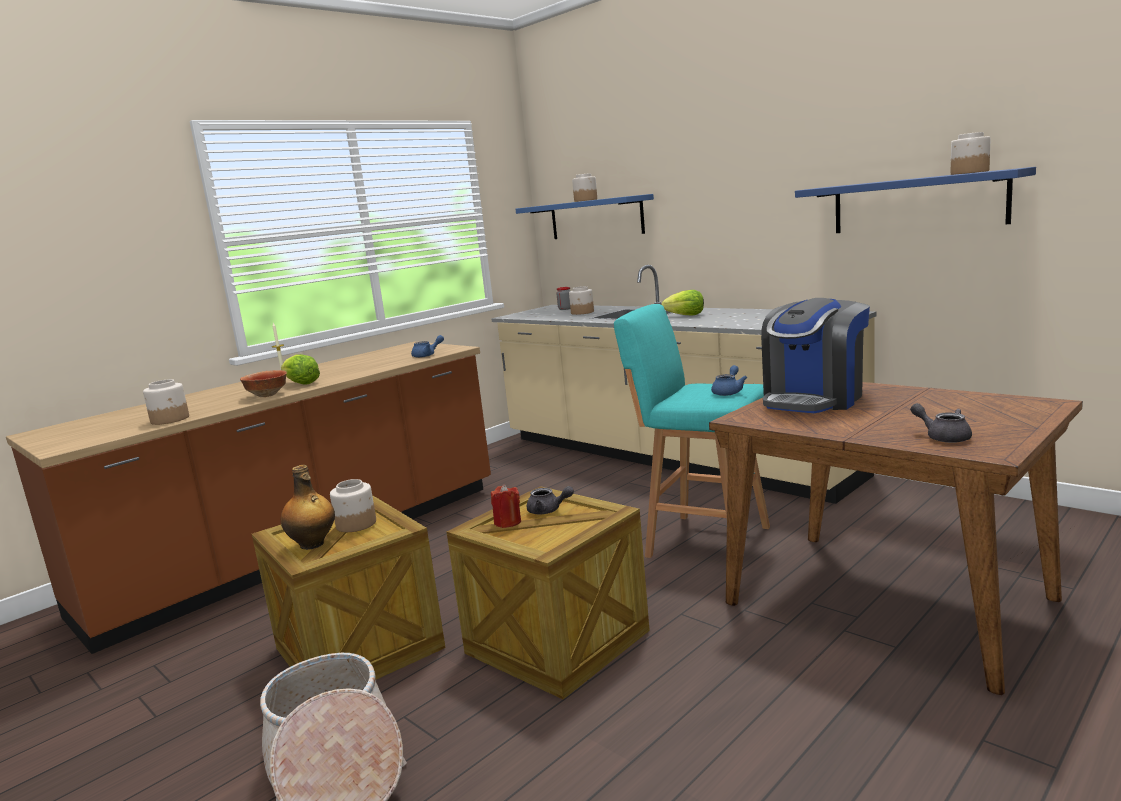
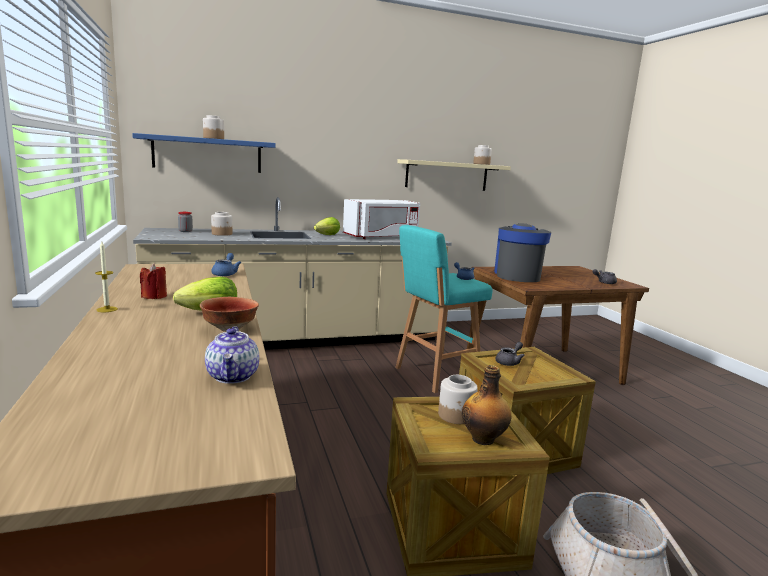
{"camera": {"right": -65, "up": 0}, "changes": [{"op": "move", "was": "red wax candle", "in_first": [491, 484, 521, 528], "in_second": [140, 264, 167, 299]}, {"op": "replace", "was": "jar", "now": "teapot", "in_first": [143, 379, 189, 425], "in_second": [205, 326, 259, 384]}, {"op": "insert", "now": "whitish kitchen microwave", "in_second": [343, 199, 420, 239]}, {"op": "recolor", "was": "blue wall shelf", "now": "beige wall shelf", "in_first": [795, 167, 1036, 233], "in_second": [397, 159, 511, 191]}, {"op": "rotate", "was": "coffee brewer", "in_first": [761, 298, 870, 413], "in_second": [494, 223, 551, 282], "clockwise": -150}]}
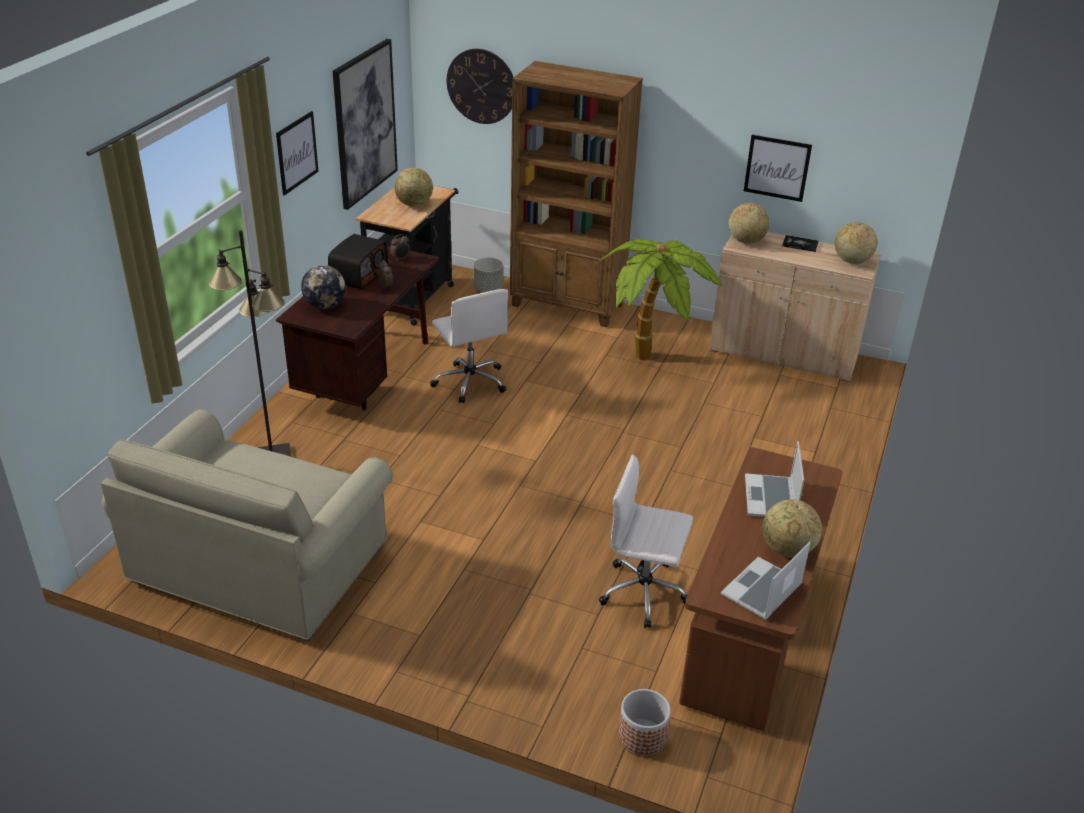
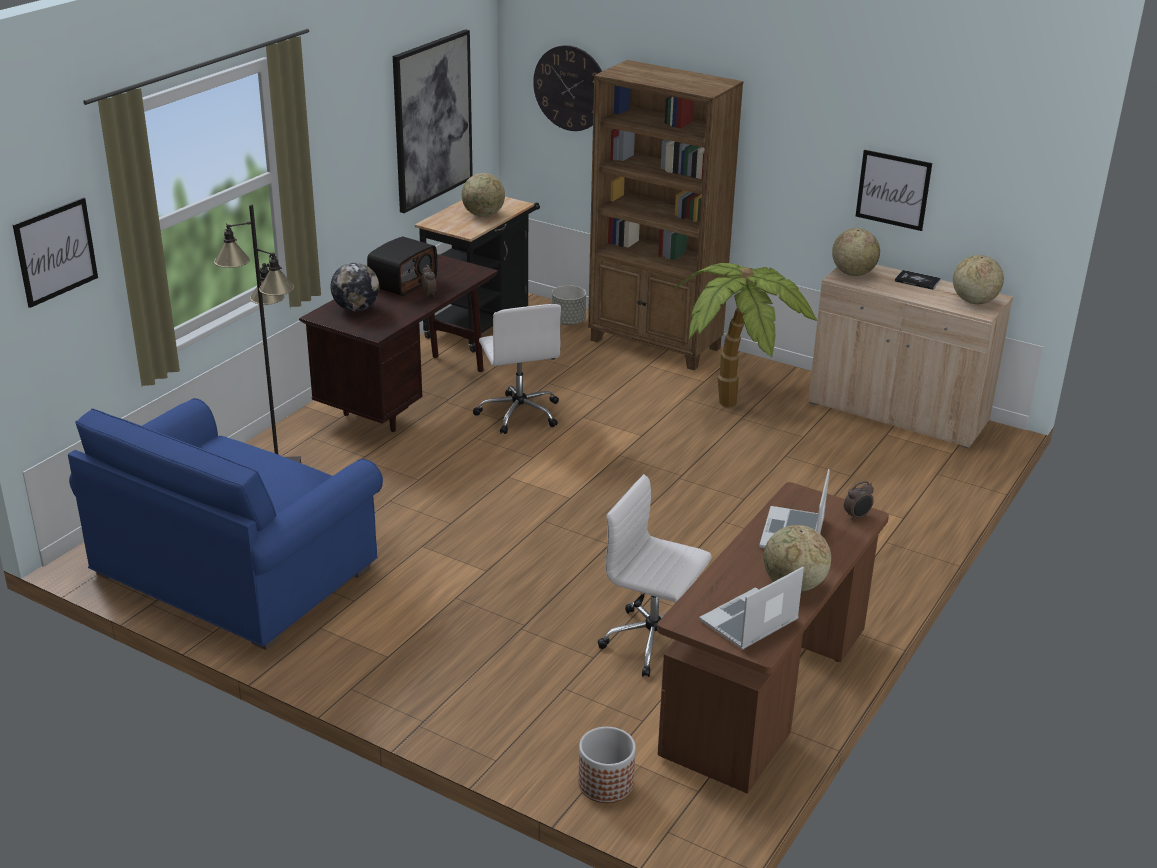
{"camera": {"right": 10, "up": -5}, "changes": [{"op": "move", "was": "wall picture", "in_first": [276, 111, 319, 195], "in_second": [13, 197, 98, 308]}, {"op": "recolor", "was": "beige settee", "now": "blue settee", "in_first": [101, 409, 393, 642], "in_second": [68, 398, 383, 650]}, {"op": "move", "was": "alarm clock", "in_first": [390, 234, 410, 260], "in_second": [844, 481, 874, 521]}]}
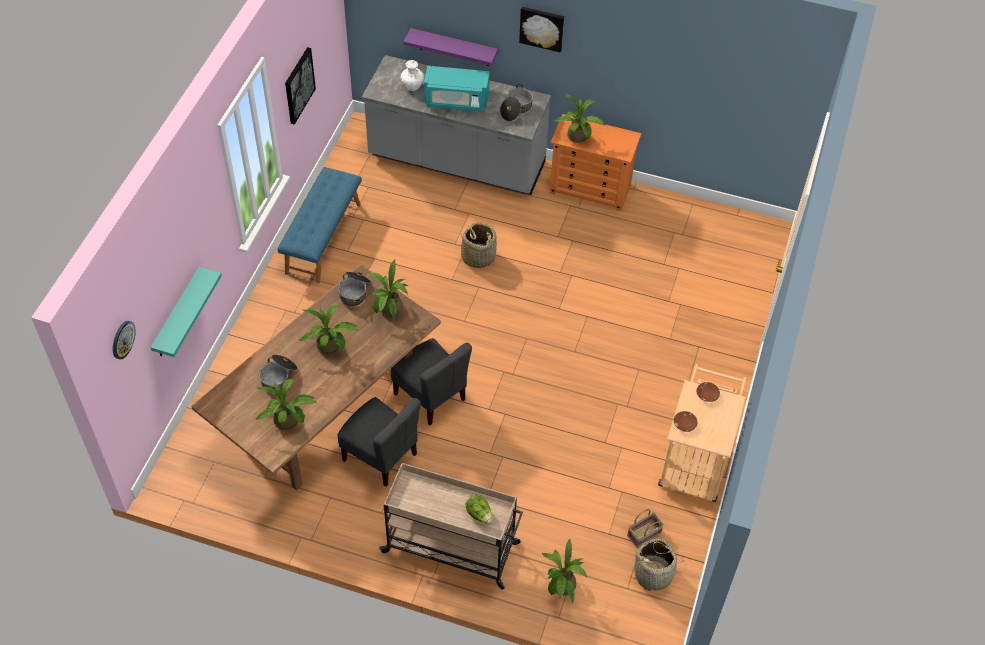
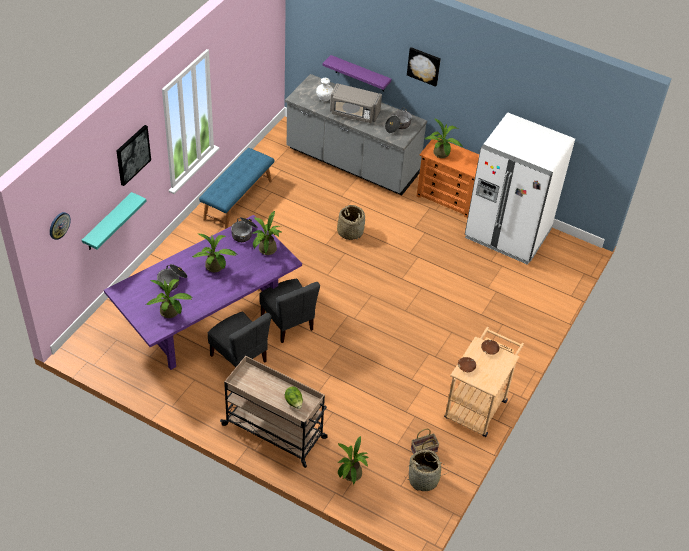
{"camera": {"right": 10, "up": -5}, "changes": [{"op": "recolor", "was": "brown-coloured dinner table", "now": "purplish dinner table", "in_first": [191, 264, 441, 490], "in_second": [104, 215, 302, 370]}, {"op": "move", "was": "wall picture", "in_first": [285, 47, 316, 125], "in_second": [116, 125, 151, 186]}, {"op": "recolor", "was": "turquoise-coloured kitchen microwave", "now": "greyish kitchen microwave", "in_first": [424, 66, 490, 112], "in_second": [330, 83, 382, 123]}, {"op": "insert", "now": "whitish kitchen fridge", "in_second": [465, 112, 575, 265]}]}
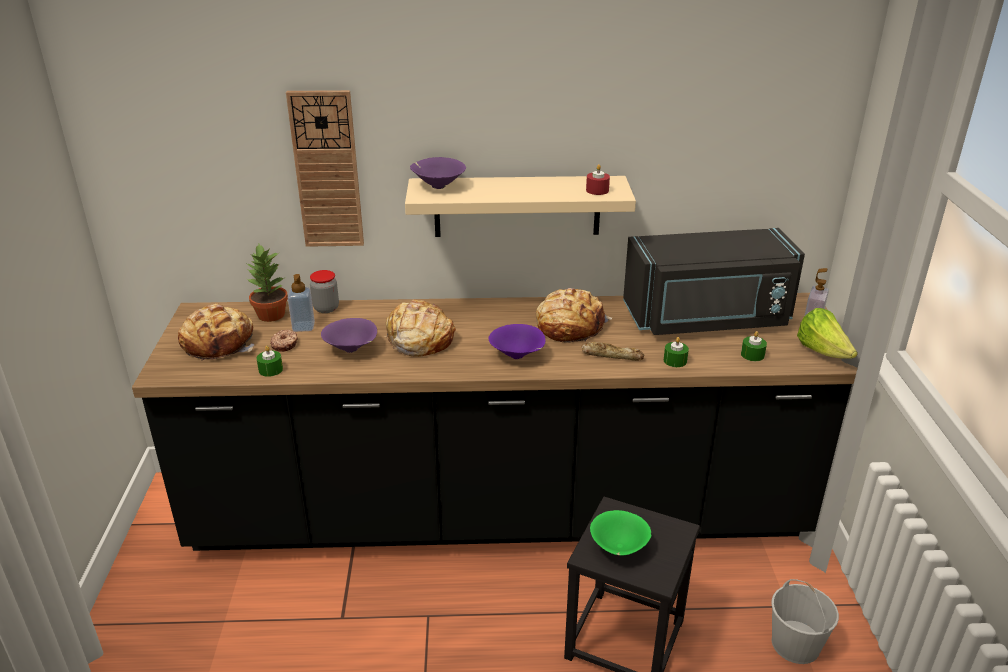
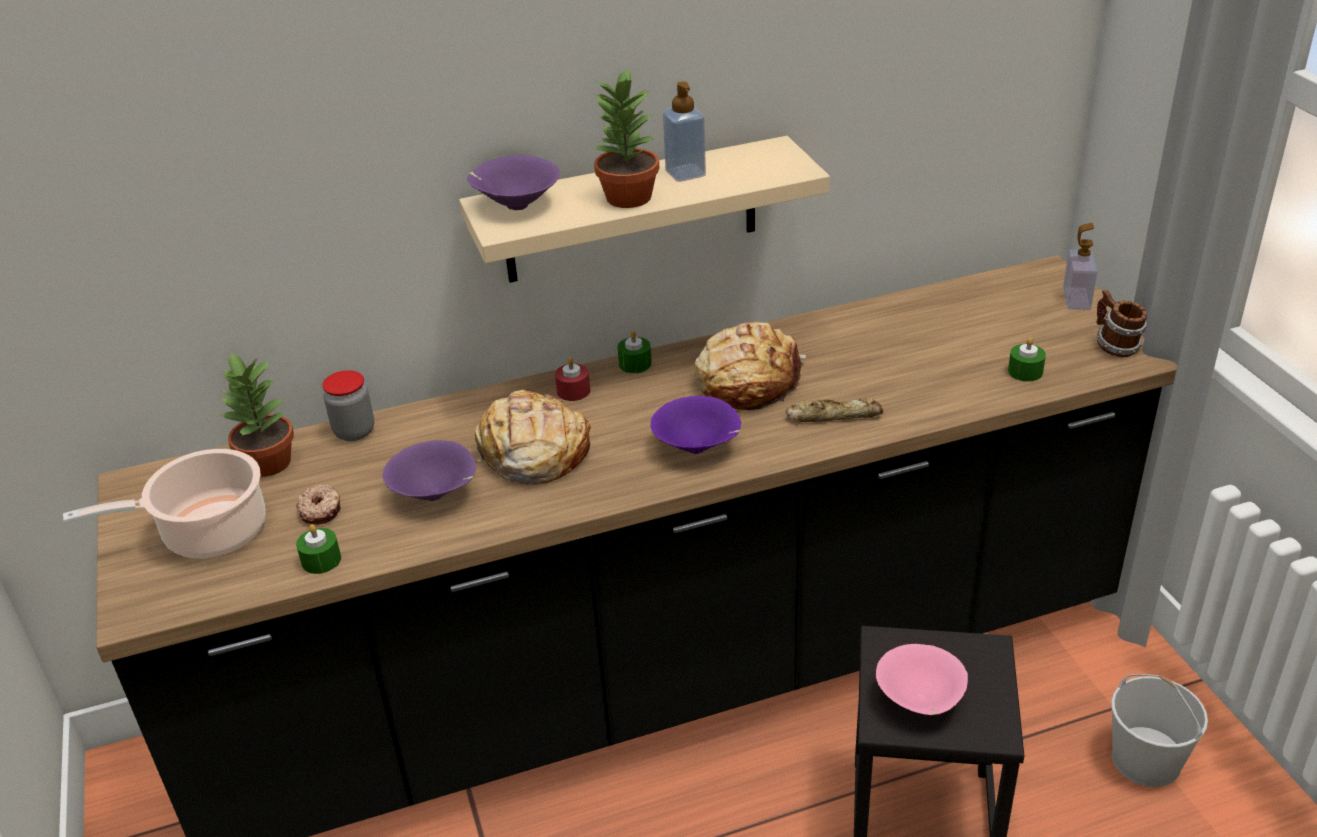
{"camera": {"right": -15, "up": 5}, "changes": [{"op": "replace", "was": "baked bread", "now": "cooking pot", "in_first": [178, 303, 255, 361], "in_second": [63, 449, 266, 558]}, {"op": "move", "was": "red wax candle", "in_first": [586, 164, 610, 195], "in_second": [555, 357, 590, 401]}, {"op": "insert", "now": "houseplant", "in_second": [593, 67, 659, 208]}, {"op": "move", "was": "greenish wax candle", "in_first": [664, 337, 689, 367], "in_second": [618, 331, 652, 373]}, {"op": "move", "was": "liquid soap bottle", "in_first": [288, 274, 315, 332], "in_second": [663, 81, 706, 182]}, {"op": "recolor", "was": "greenish serving bowl", "now": "pink serving bowl", "in_first": [590, 510, 651, 556], "in_second": [876, 644, 968, 715]}, {"op": "replace", "was": "head of lettuce", "now": "coffee mug", "in_first": [797, 308, 858, 359], "in_second": [1096, 289, 1148, 357]}, {"op": "delete", "was": "hanging clock", "in_first": [286, 90, 364, 247]}, {"op": "delete", "was": "black kitchen microwave", "in_first": [623, 228, 805, 335]}]}
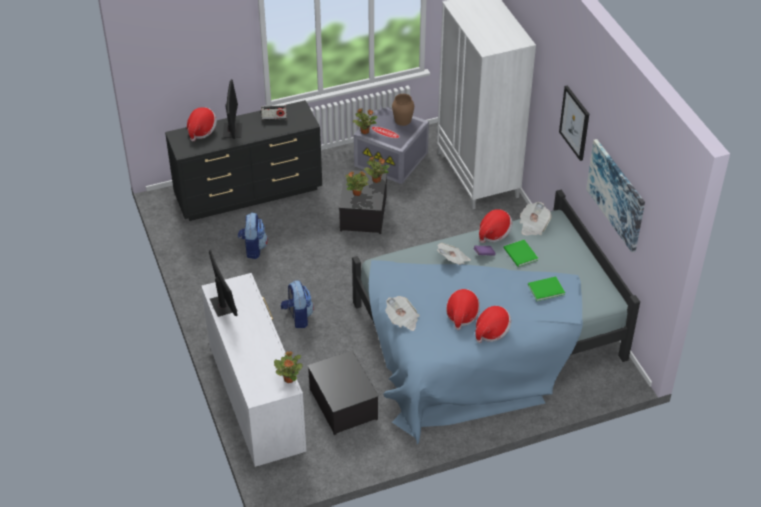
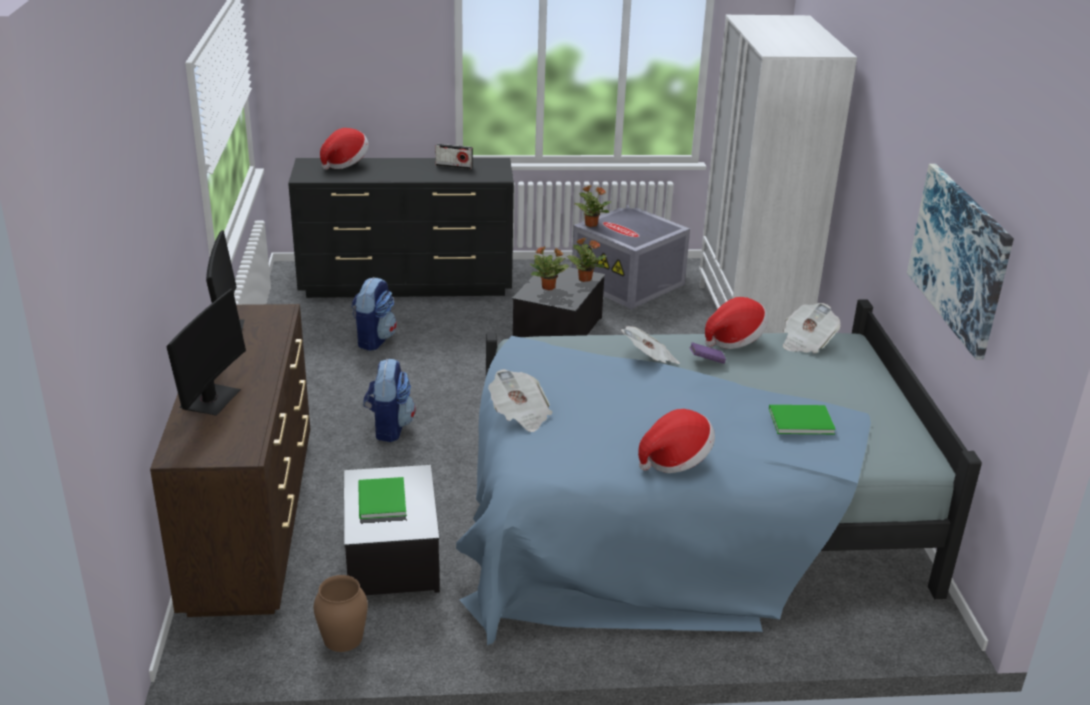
{"camera": {"right": 15, "up": -15}, "changes": [{"op": "recolor", "was": "whitish drawer chest", "now": "brown-coloured drawer chest", "in_first": [201, 273, 306, 467], "in_second": [150, 304, 310, 617]}, {"op": "move", "was": "monitor", "in_first": [223, 79, 242, 139], "in_second": [166, 289, 246, 416]}, {"op": "move", "was": "brown-coloured decorative vase", "in_first": [392, 94, 414, 126], "in_second": [314, 575, 368, 652]}, {"op": "move", "was": "greenish bound book", "in_first": [504, 240, 538, 267], "in_second": [358, 477, 406, 519]}, {"op": "delete", "was": "houseplant", "in_first": [274, 351, 303, 383]}, {"op": "delete", "was": "wearable hat", "in_first": [446, 289, 480, 330]}, {"op": "delete", "was": "wall picture", "in_first": [559, 85, 589, 161]}]}
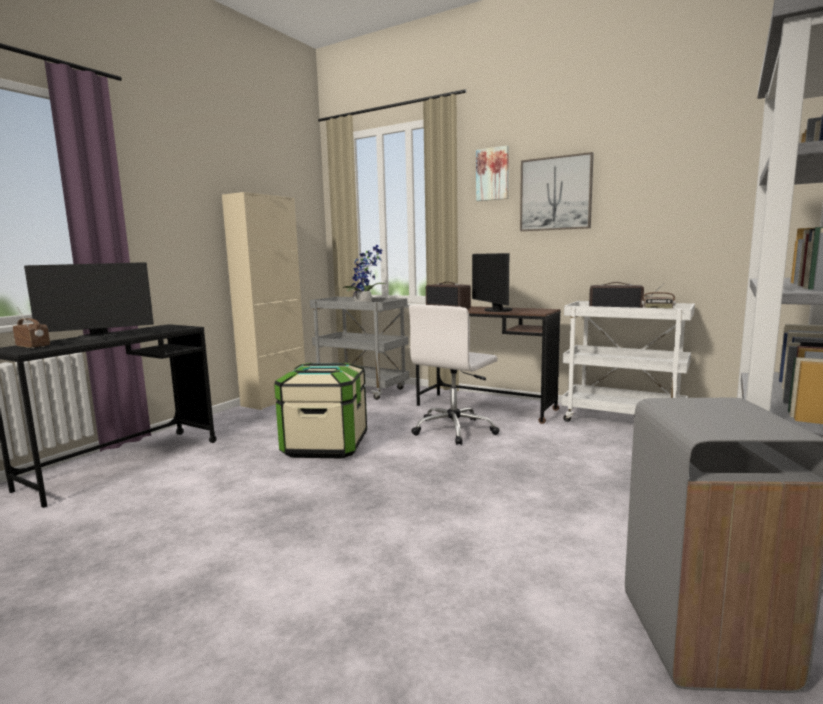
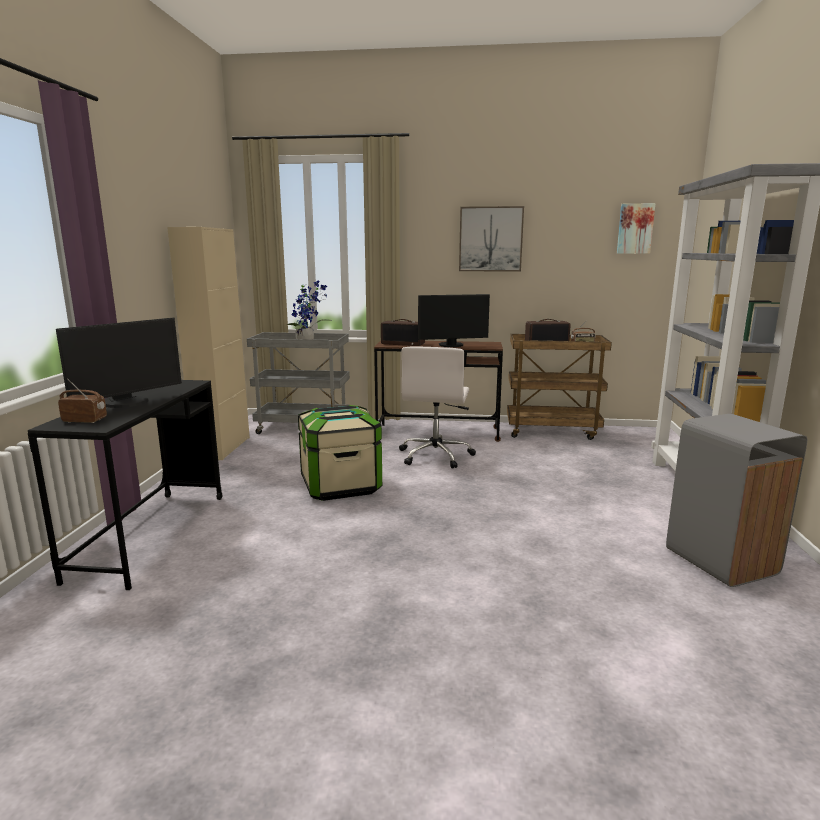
{"camera": {"right": -25, "up": 5}, "changes": [{"op": "rotate", "was": "monitor", "in_first": [472, 253, 513, 312], "in_second": [418, 294, 490, 347], "clockwise": -60}, {"op": "recolor", "was": "whitish wheeled cart", "now": "brown-coloured wheeled cart", "in_first": [561, 301, 695, 422], "in_second": [507, 334, 612, 440]}, {"op": "move", "was": "wall picture", "in_first": [476, 146, 509, 201], "in_second": [617, 203, 656, 254]}]}
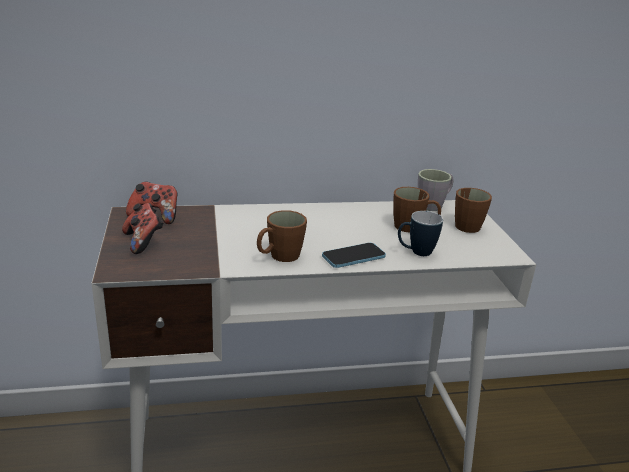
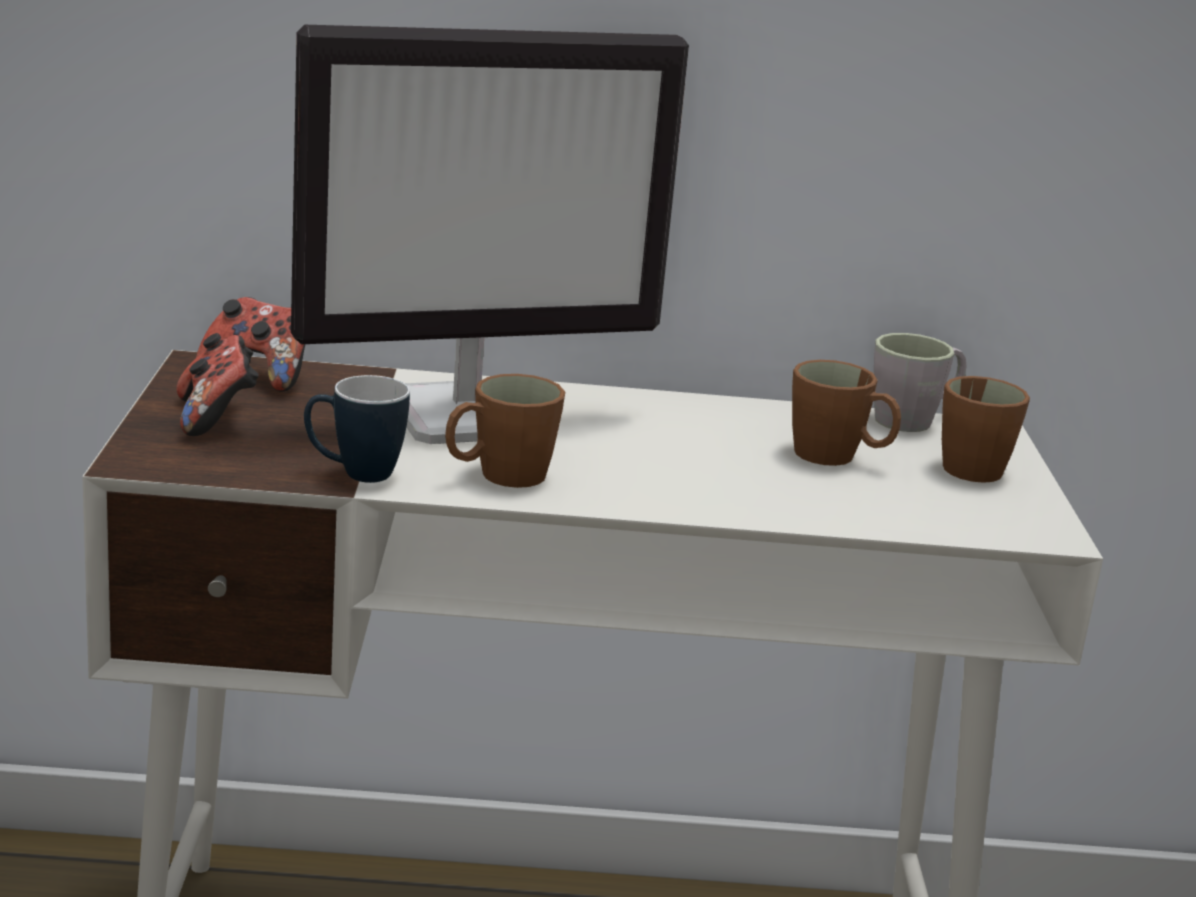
{"camera": {"right": 10, "up": -5}, "changes": [{"op": "insert", "now": "monitor", "in_second": [291, 25, 689, 444]}, {"op": "move", "was": "coffee mug", "in_first": [398, 211, 443, 256], "in_second": [304, 375, 410, 483]}, {"op": "delete", "was": "telephone", "in_first": [322, 243, 386, 268]}]}
